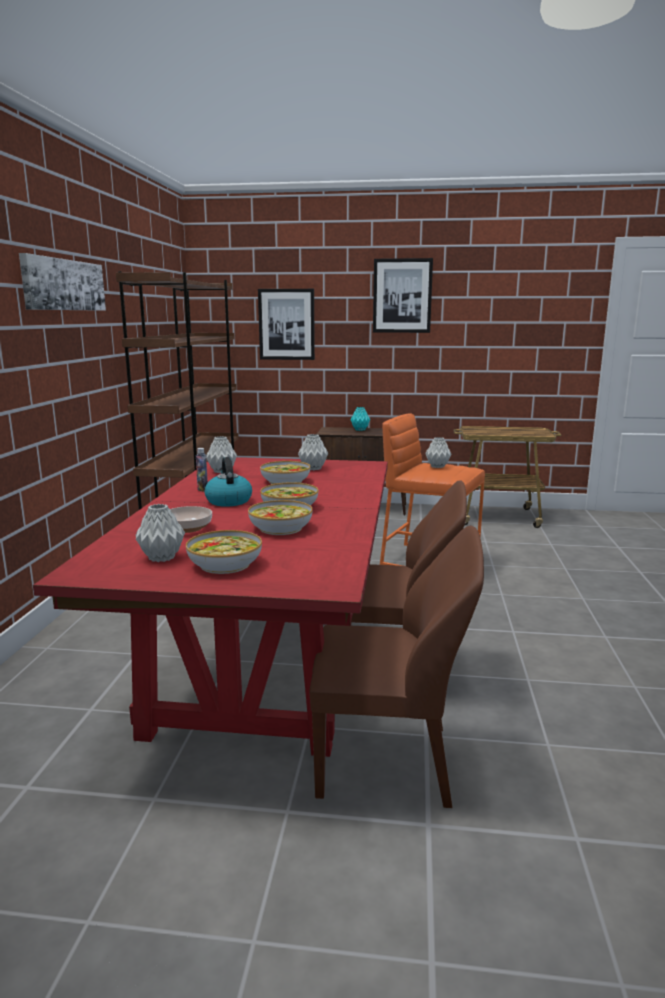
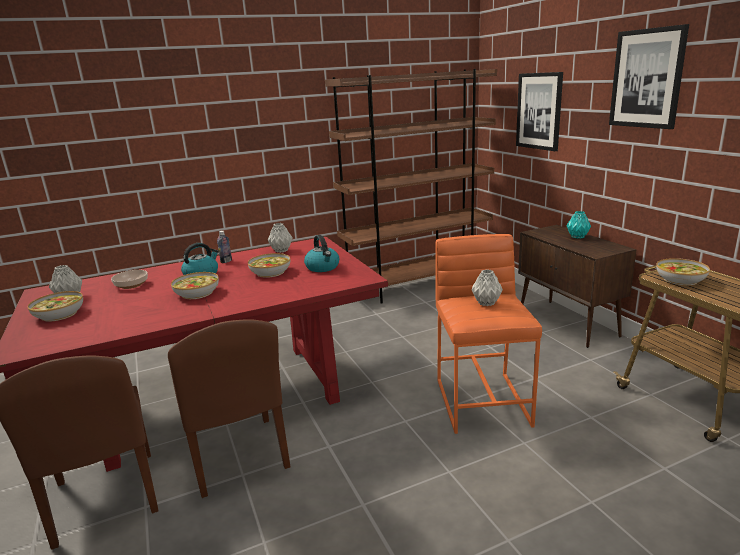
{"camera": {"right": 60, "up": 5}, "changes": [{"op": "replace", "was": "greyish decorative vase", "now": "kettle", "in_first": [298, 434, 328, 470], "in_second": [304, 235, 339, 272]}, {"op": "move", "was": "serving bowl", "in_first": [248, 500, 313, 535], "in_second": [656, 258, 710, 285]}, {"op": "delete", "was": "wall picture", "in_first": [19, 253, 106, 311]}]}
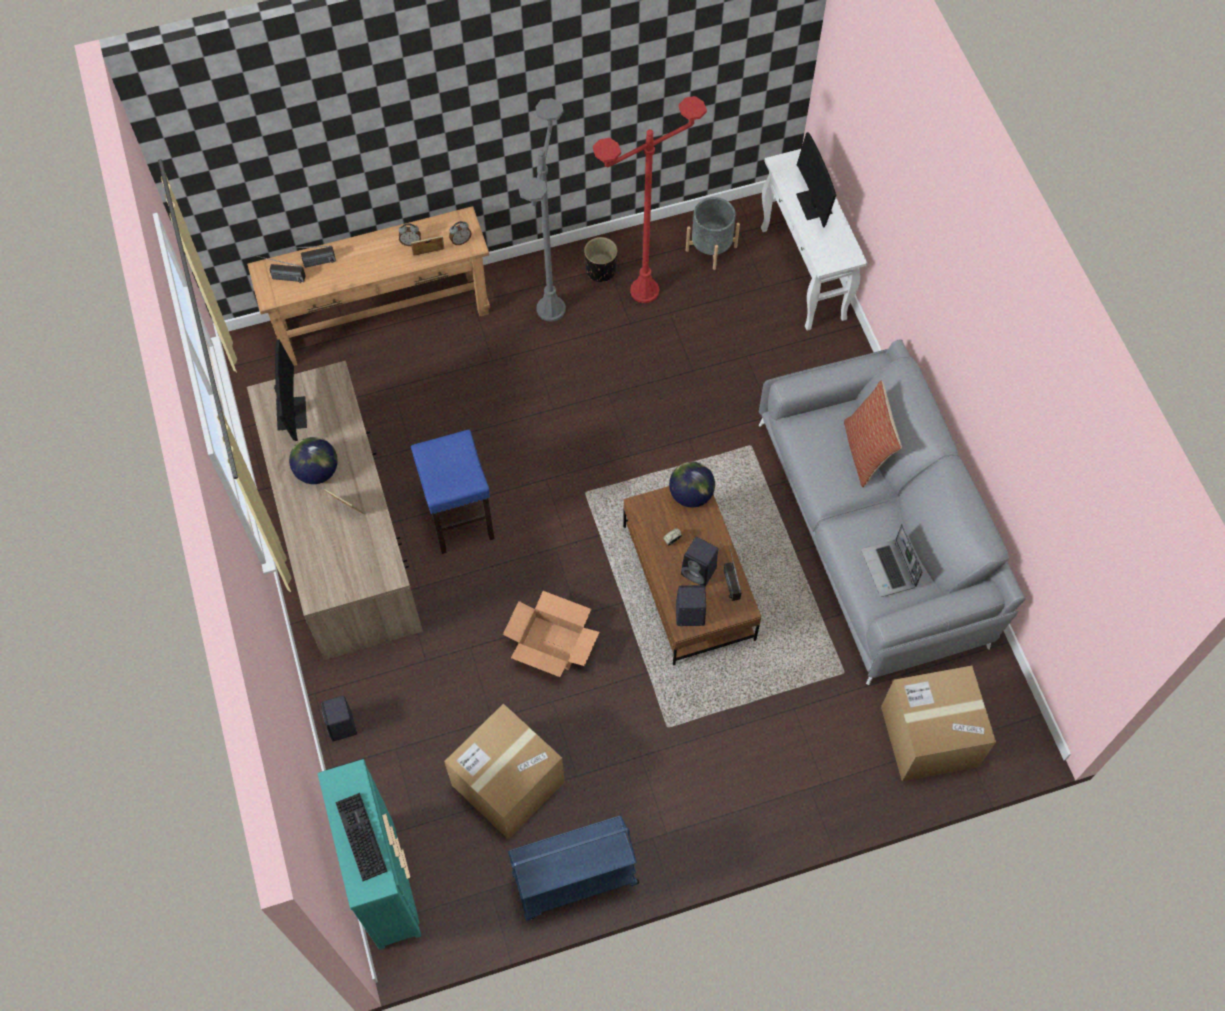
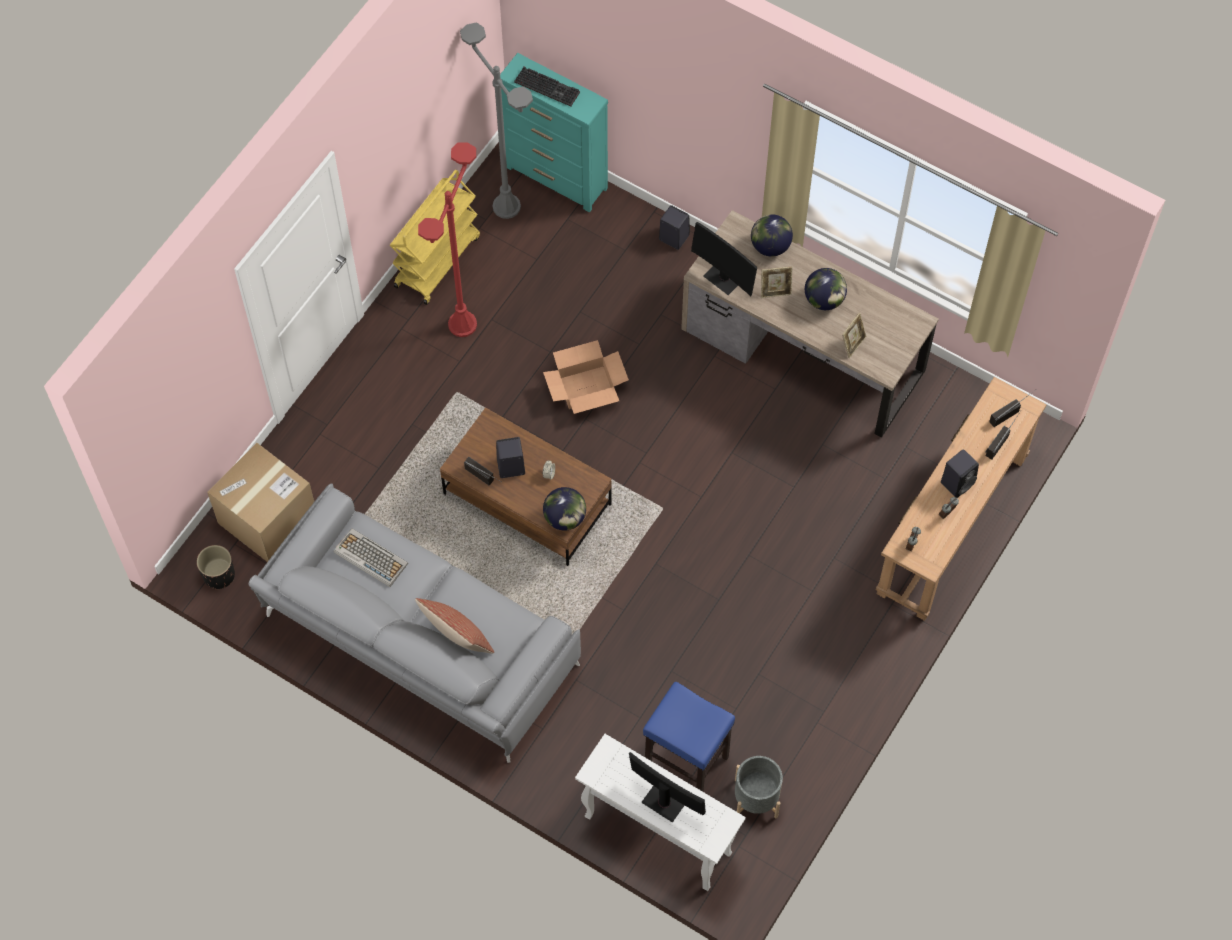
{"camera": {"right": 140, "up": 0}, "changes": [{"op": "move", "was": "black planter", "in_first": [584, 237, 618, 282], "in_second": [197, 545, 235, 589]}, {"op": "replace", "was": "notebook computer", "now": "keyboard", "in_first": [861, 524, 922, 597], "in_second": [334, 528, 408, 587]}, {"op": "recolor", "was": "blue wheeled cart", "now": "yellowish wheeled cart", "in_first": [508, 816, 639, 920], "in_second": [390, 170, 480, 305]}, {"op": "move", "was": "red floor lamp", "in_first": [593, 96, 707, 303], "in_second": [418, 142, 477, 337]}, {"op": "move", "was": "greyish floor lamp", "in_first": [518, 98, 566, 322], "in_second": [460, 22, 533, 219]}, {"op": "move", "was": "blue sitting stool", "in_first": [411, 430, 494, 554], "in_second": [643, 682, 735, 792]}, {"op": "move", "was": "monitor", "in_first": [274, 339, 307, 441], "in_second": [691, 222, 757, 296]}, {"op": "insert", "now": "desk globe", "in_second": [751, 214, 793, 257]}, {"op": "move", "was": "standing frame", "in_first": [411, 236, 444, 256], "in_second": [842, 313, 866, 358]}, {"op": "move", "was": "black speaker", "in_first": [676, 585, 706, 626], "in_second": [941, 449, 979, 498]}, {"op": "delete", "was": "packing box", "in_first": [444, 704, 565, 839]}]}
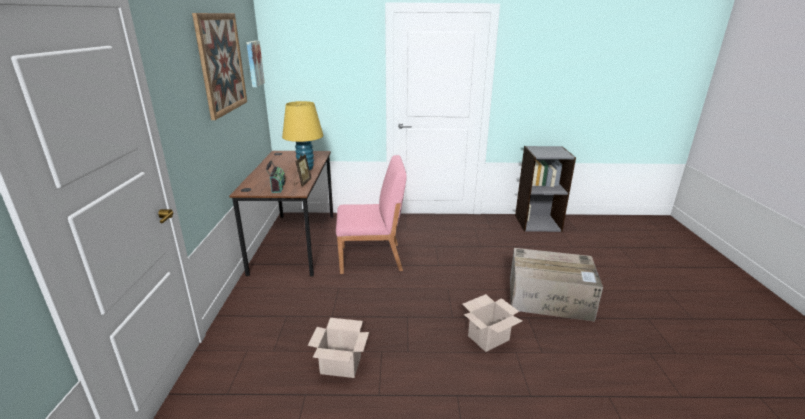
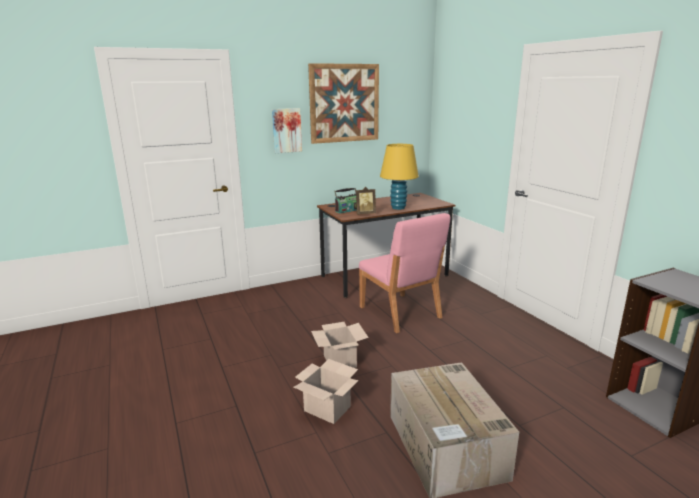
{"camera": {"right": 65, "up": -5}, "changes": [{"op": "move", "was": "wall picture", "in_first": [246, 41, 265, 87], "in_second": [272, 108, 302, 153]}, {"op": "move", "was": "packing box", "in_first": [308, 318, 369, 378], "in_second": [311, 322, 369, 368]}]}
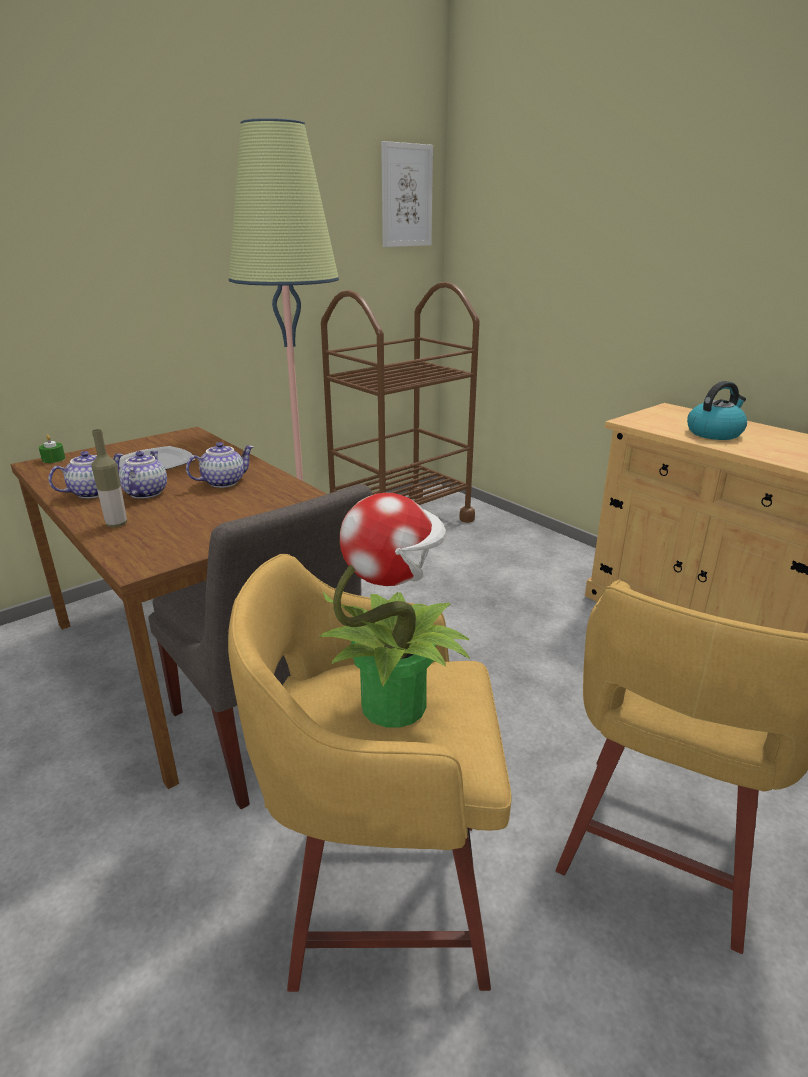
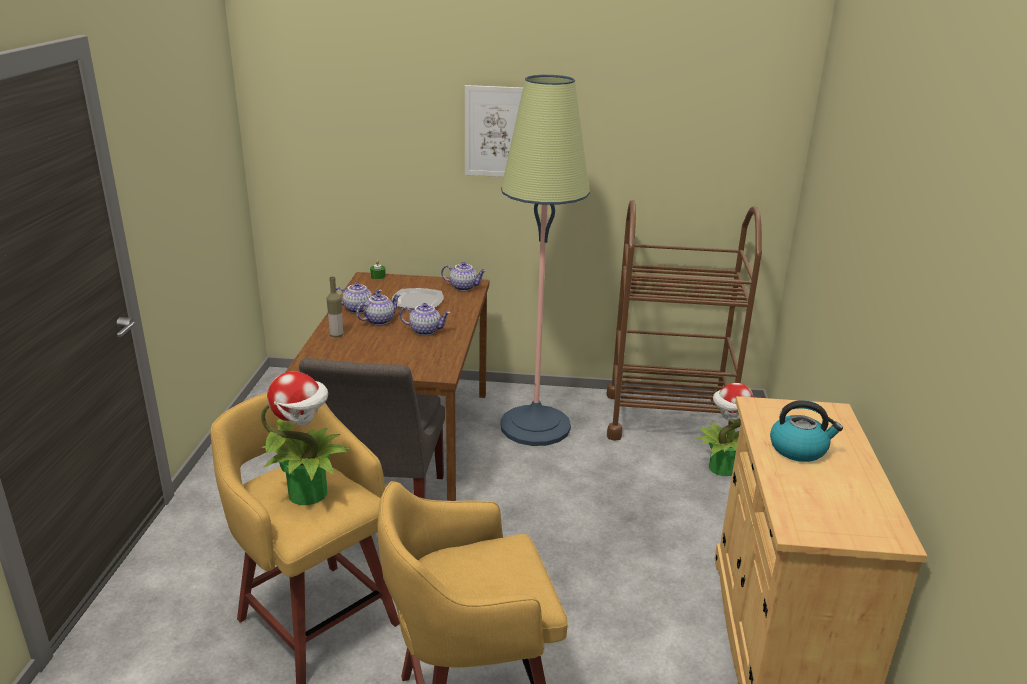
{"camera": {"right": 45, "up": 0}, "changes": [{"op": "insert", "now": "teapot", "in_second": [441, 262, 486, 291]}, {"op": "move", "was": "wall picture", "in_first": [381, 141, 433, 247], "in_second": [465, 85, 523, 177]}, {"op": "insert", "now": "houseplant", "in_second": [695, 383, 754, 476]}]}
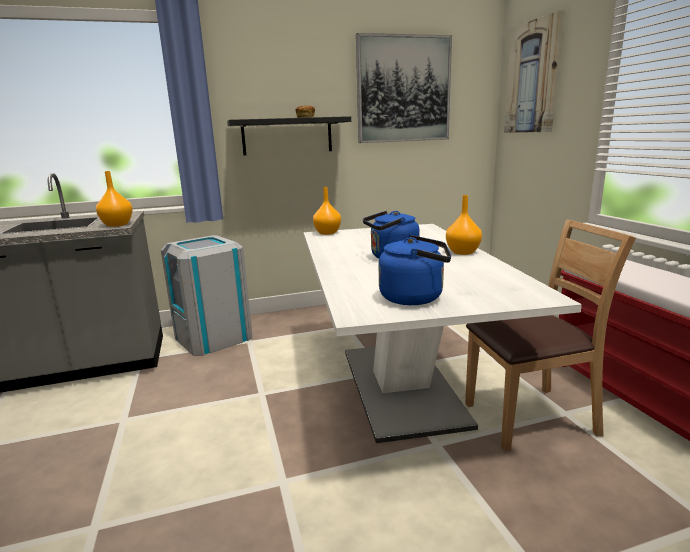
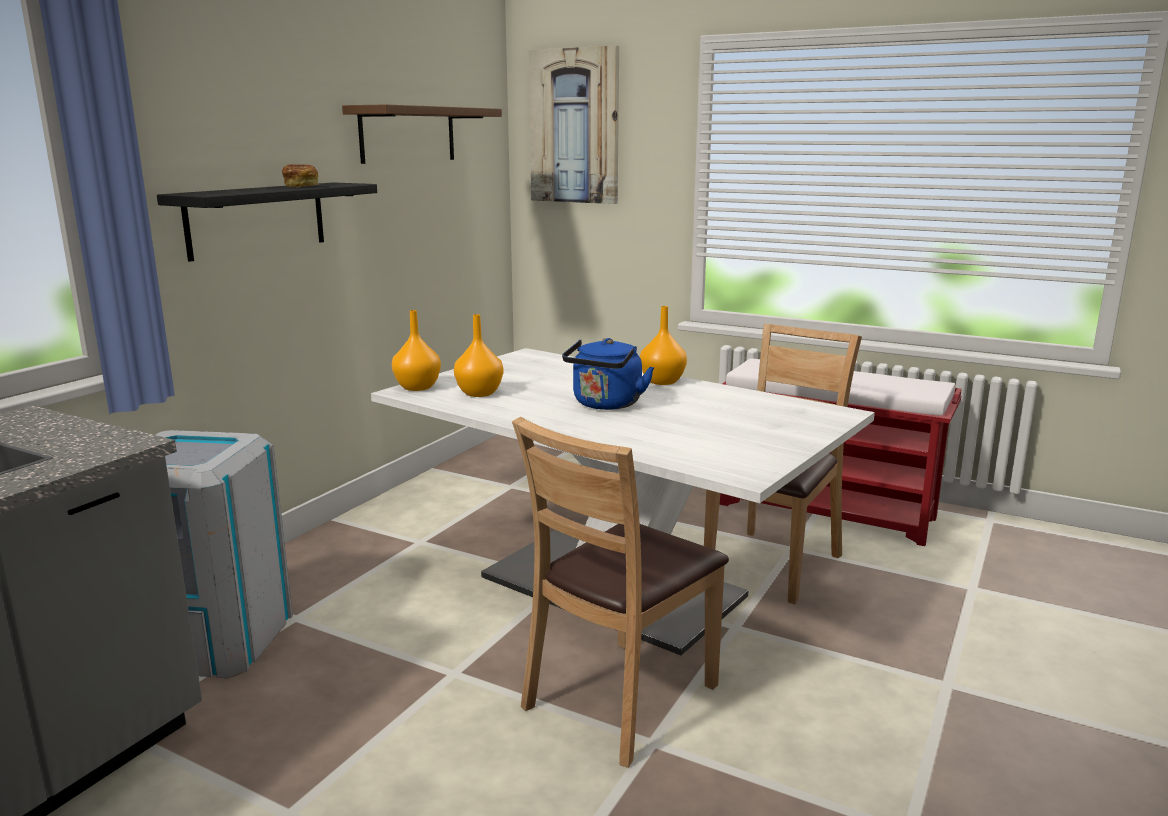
{"camera": {"right": -45, "up": 0}, "changes": [{"op": "replace", "was": "wall picture", "now": "brown-coloured wall shelf", "in_first": [356, 33, 452, 143], "in_second": [342, 104, 502, 164]}, {"op": "move", "was": "orange decorative vase", "in_first": [96, 171, 132, 227], "in_second": [454, 314, 503, 397]}, {"op": "insert", "now": "brown-coloured plain chair", "in_second": [512, 417, 729, 768]}, {"op": "delete", "was": "blue kettle", "in_first": [379, 235, 451, 305]}]}
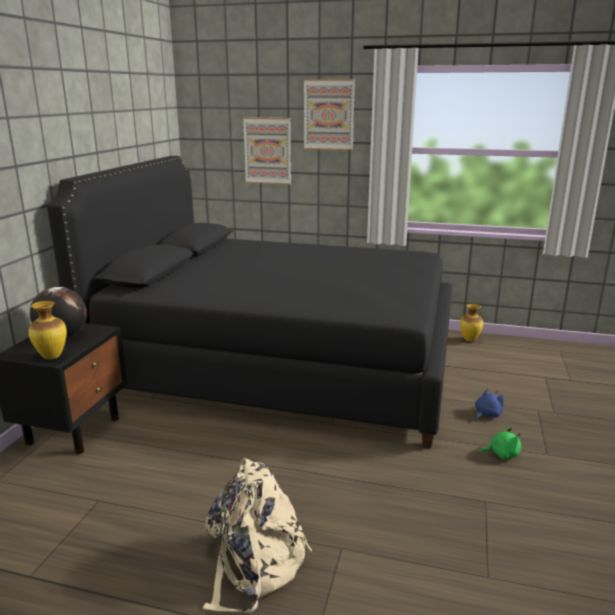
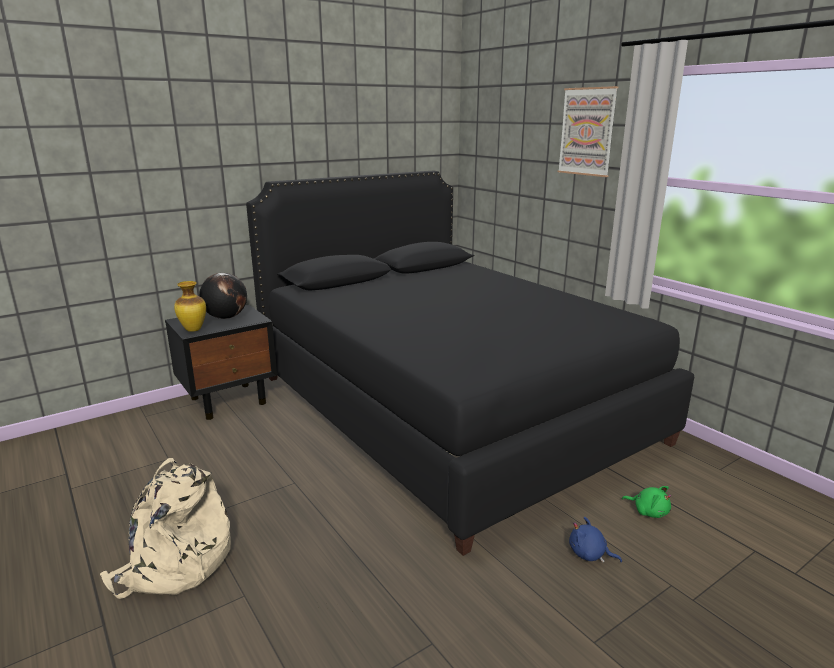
{"camera": {"right": 40, "up": 0}, "changes": [{"op": "rotate", "was": "blue plush toy", "in_first": [475, 389, 504, 420], "in_second": [569, 517, 622, 563], "clockwise": -150}, {"op": "move", "was": "greenish plush toy", "in_first": [478, 427, 521, 459], "in_second": [622, 486, 671, 518]}, {"op": "delete", "was": "wall picture", "in_first": [243, 117, 291, 185]}, {"op": "delete", "was": "decorative vase", "in_first": [460, 304, 483, 342]}]}
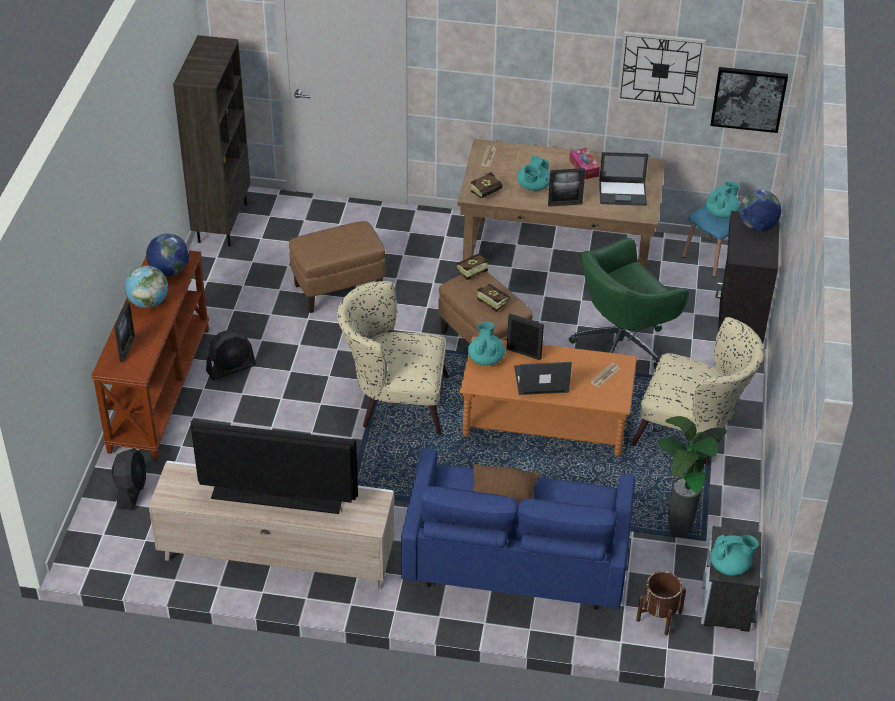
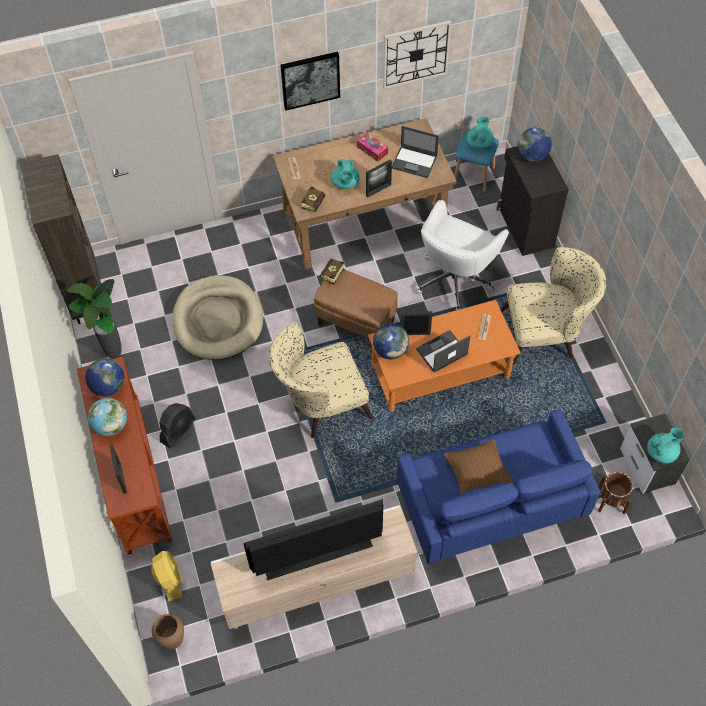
{"camera": {"right": -25, "up": 15}, "changes": [{"op": "move", "was": "houseplant", "in_first": [658, 416, 727, 538], "in_second": [67, 279, 122, 359]}, {"op": "recolor", "was": "black fan", "now": "yellowish fan", "in_first": [112, 448, 146, 510], "in_second": [151, 551, 182, 601]}, {"op": "insert", "now": "brown-coloured decorative vase", "in_second": [152, 614, 184, 649]}, {"op": "replace", "was": "brown-coloured footrest", "now": "beige dog cushion", "in_first": [289, 221, 386, 313], "in_second": [172, 275, 263, 360]}, {"op": "move", "was": "wall picture", "in_first": [710, 67, 788, 133], "in_second": [280, 51, 340, 111]}, {"op": "replace", "was": "turquoise-coloured teapot", "now": "desk globe", "in_first": [468, 322, 505, 366], "in_second": [373, 323, 409, 359]}, {"op": "rotate", "was": "notebook computer", "in_first": [599, 152, 649, 206], "in_second": [392, 126, 439, 178], "clockwise": 45}, {"op": "recolor", "was": "greenish desk chair", "now": "whitish desk chair", "in_first": [569, 238, 689, 369], "in_second": [416, 200, 509, 311]}, {"op": "delete", "was": "bound book", "in_first": [475, 284, 510, 312]}]}
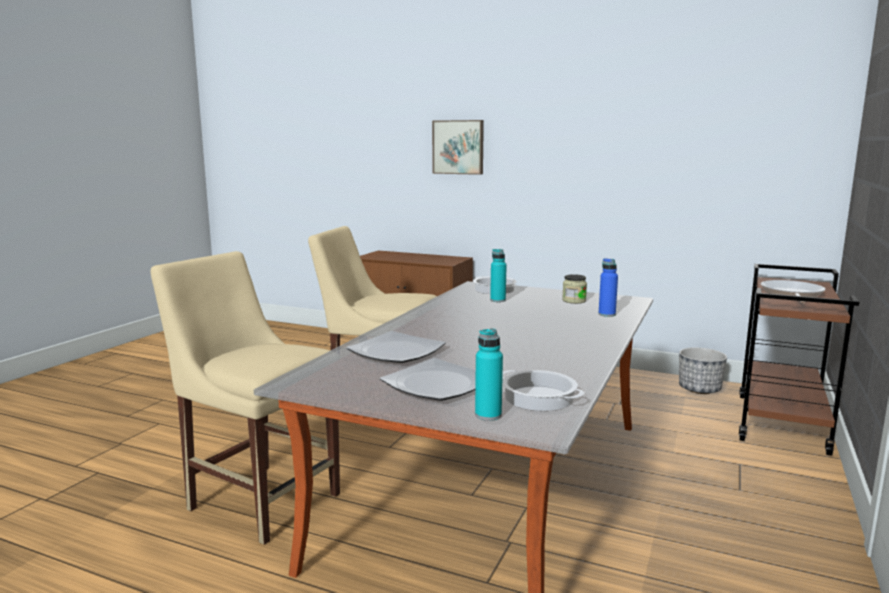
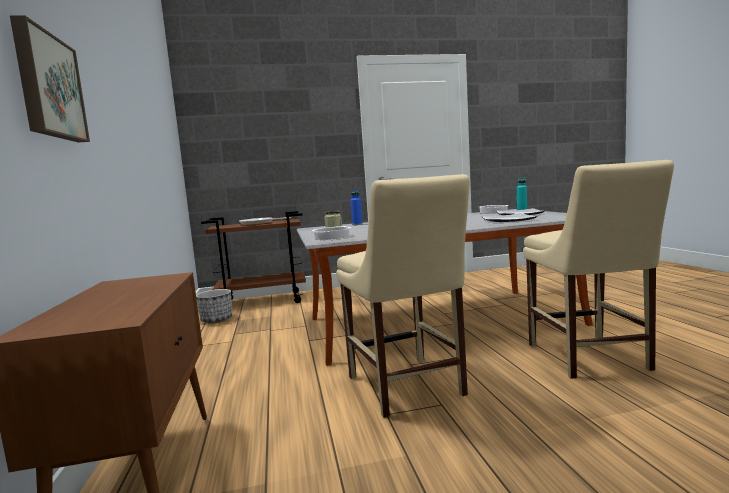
{"camera": {"right": -125, "up": -5}, "changes": [{"op": "delete", "was": "turquoise-coloured bottle", "in_first": [490, 249, 507, 302]}]}
